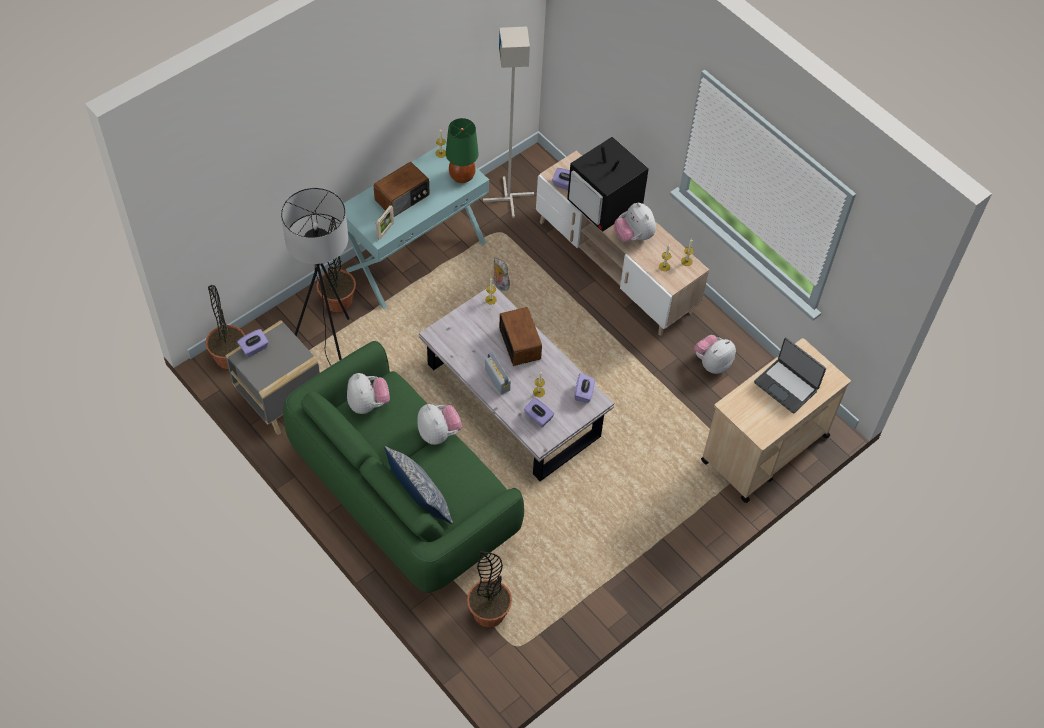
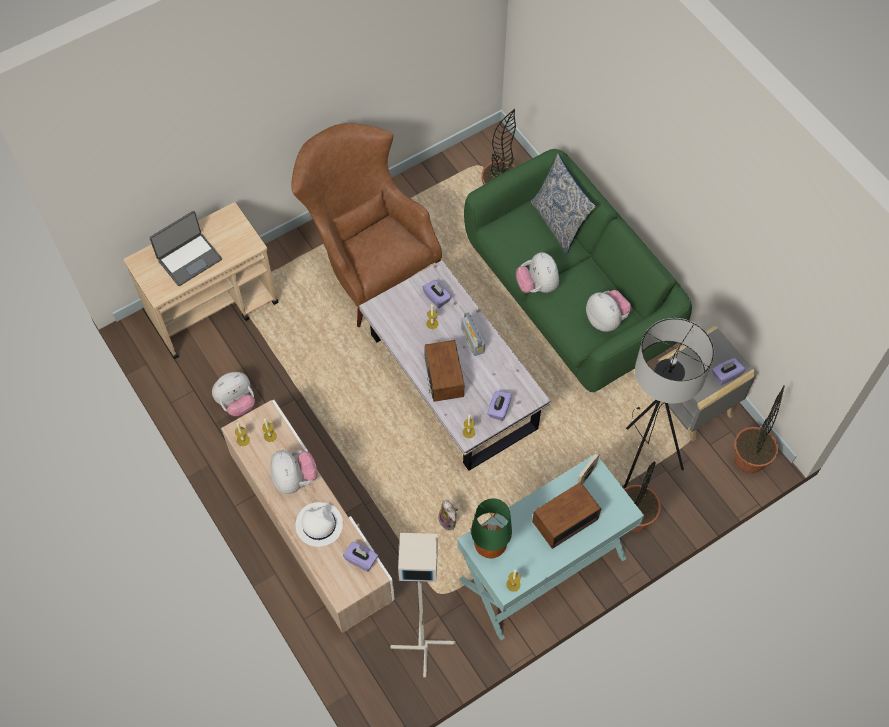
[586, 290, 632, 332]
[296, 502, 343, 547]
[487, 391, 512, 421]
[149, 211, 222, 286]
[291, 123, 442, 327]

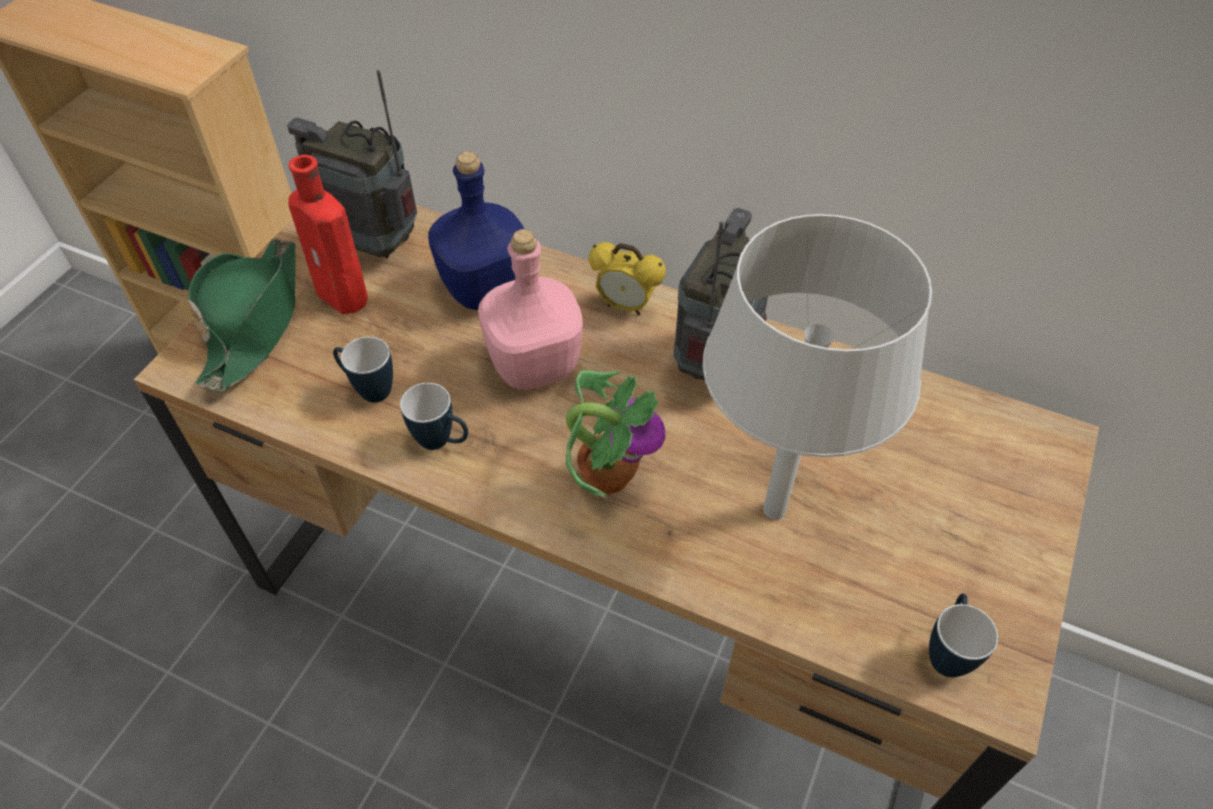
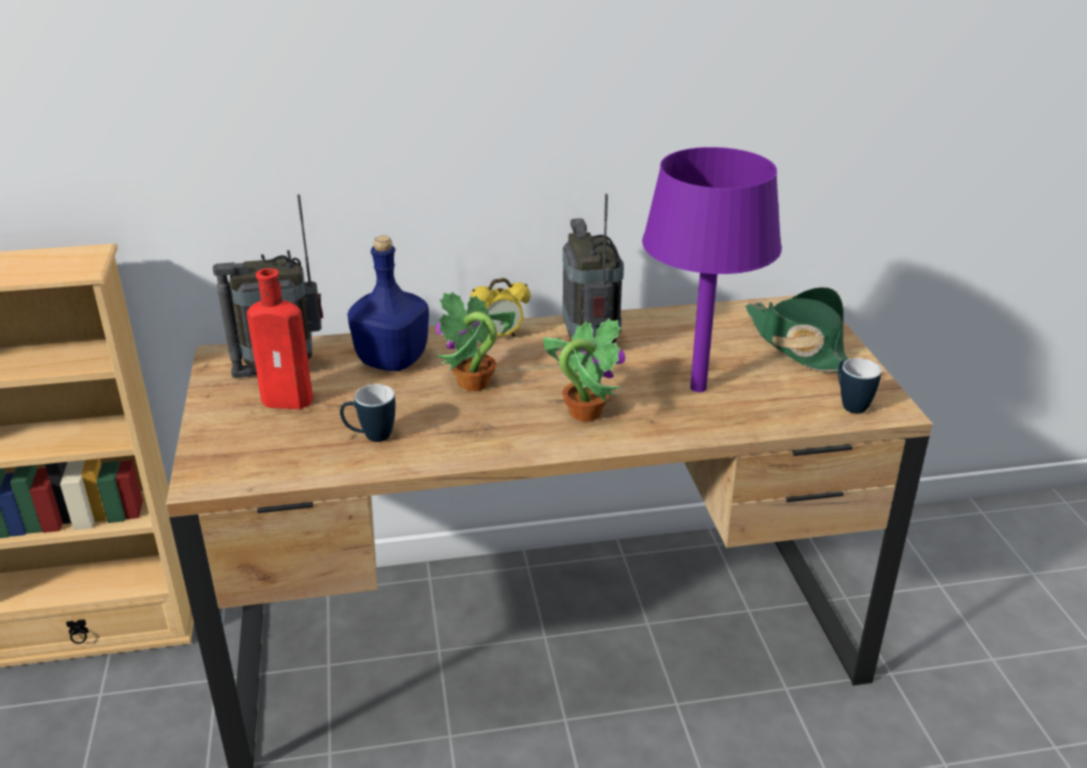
[746, 287, 849, 372]
[400, 383, 468, 450] (first image)
[435, 292, 515, 391]
[642, 147, 782, 392]

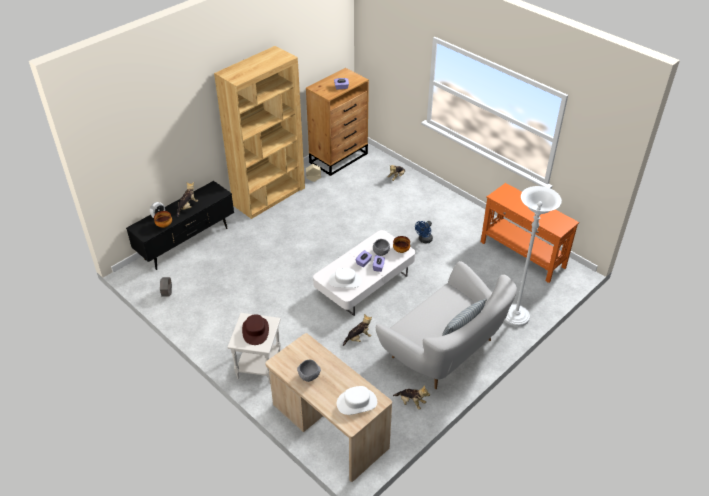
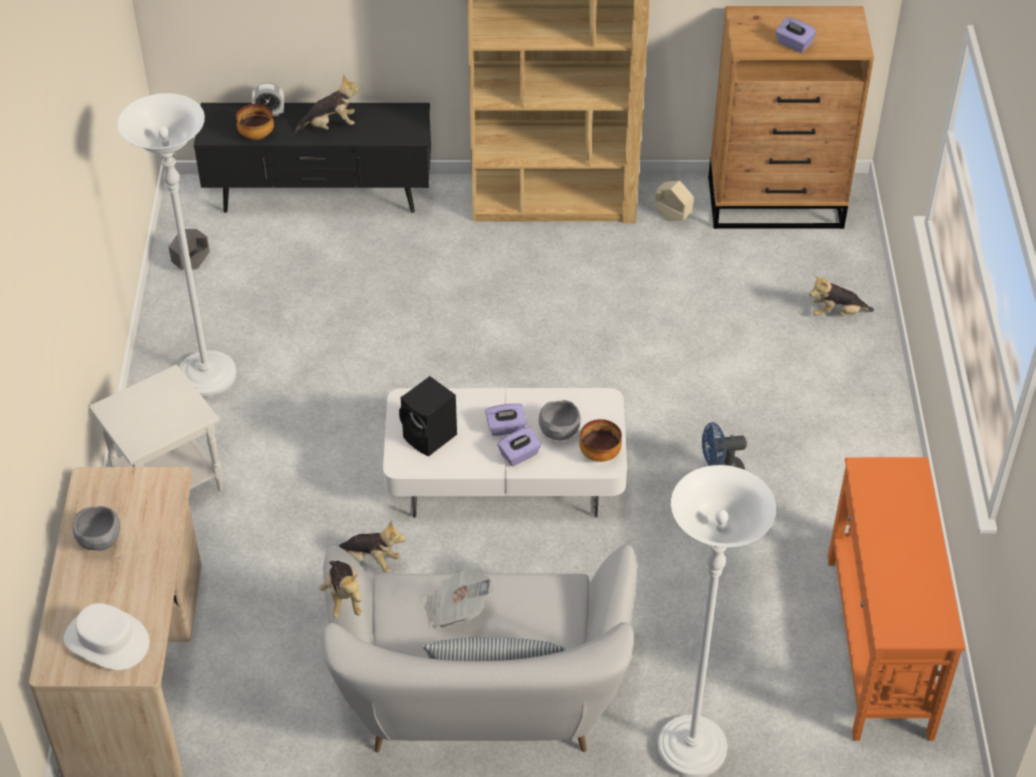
[242, 314, 269, 345] (first image)
[399, 376, 457, 456]
[320, 561, 362, 618]
[118, 93, 236, 397]
[422, 568, 493, 629]

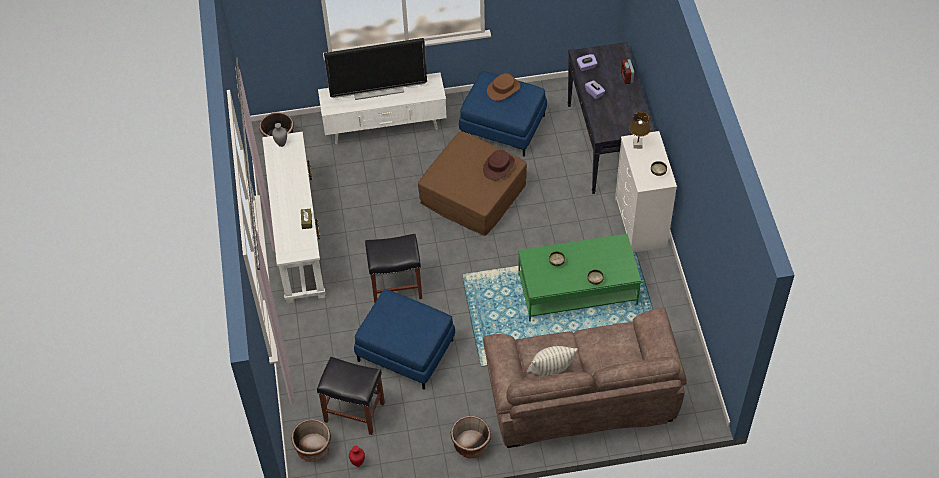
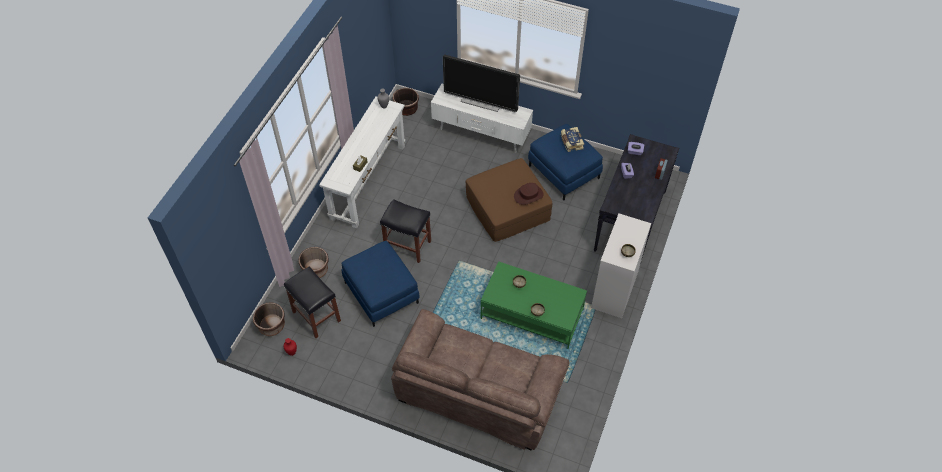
[299, 247, 329, 278]
[561, 127, 584, 152]
[527, 346, 578, 376] (first image)
[629, 112, 651, 149] (first image)

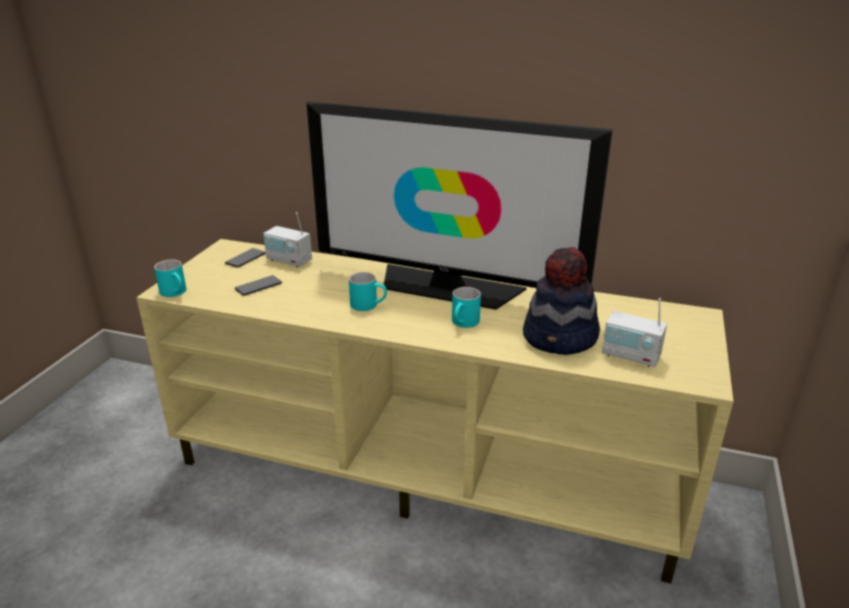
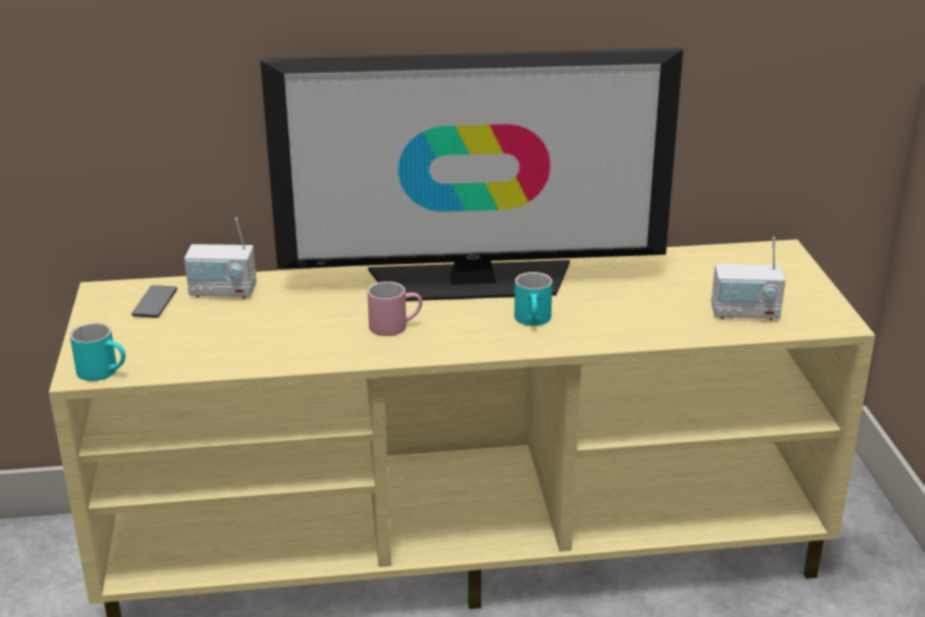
[235, 275, 282, 296] (first image)
[367, 281, 422, 336]
[523, 247, 600, 355] (first image)

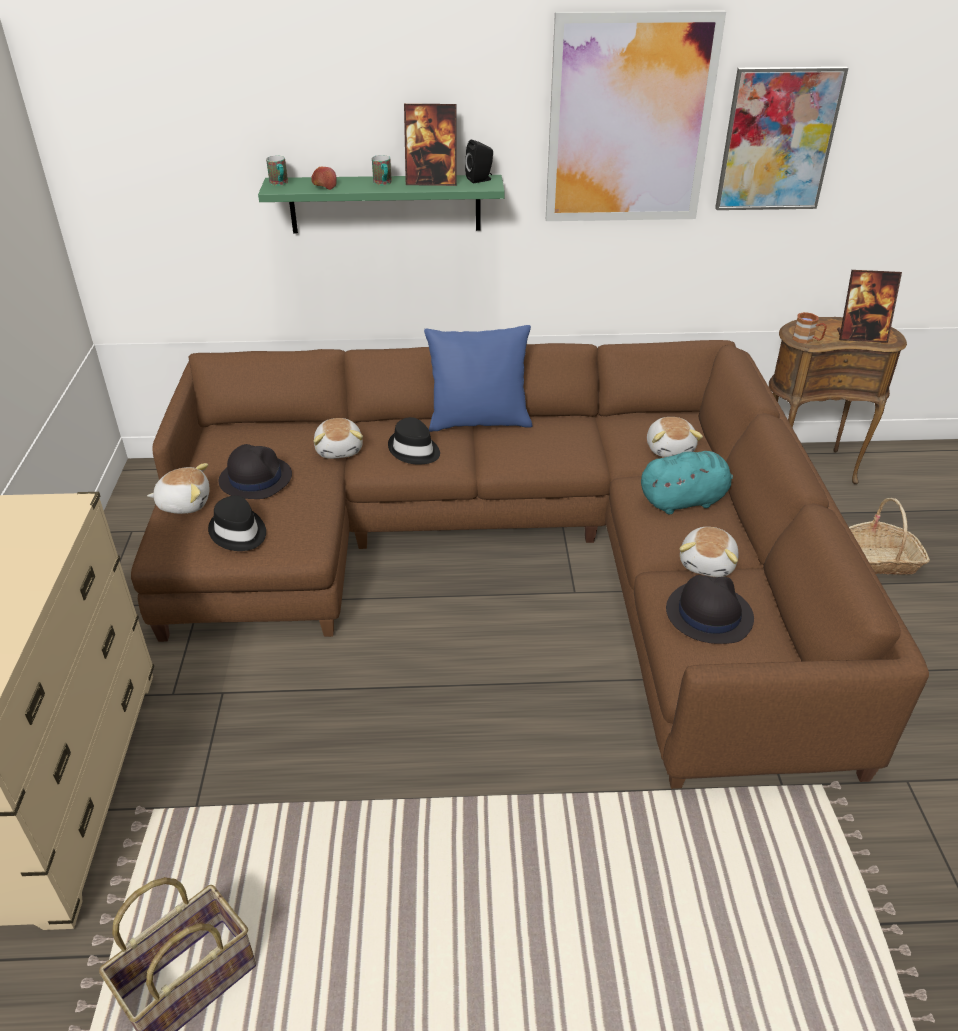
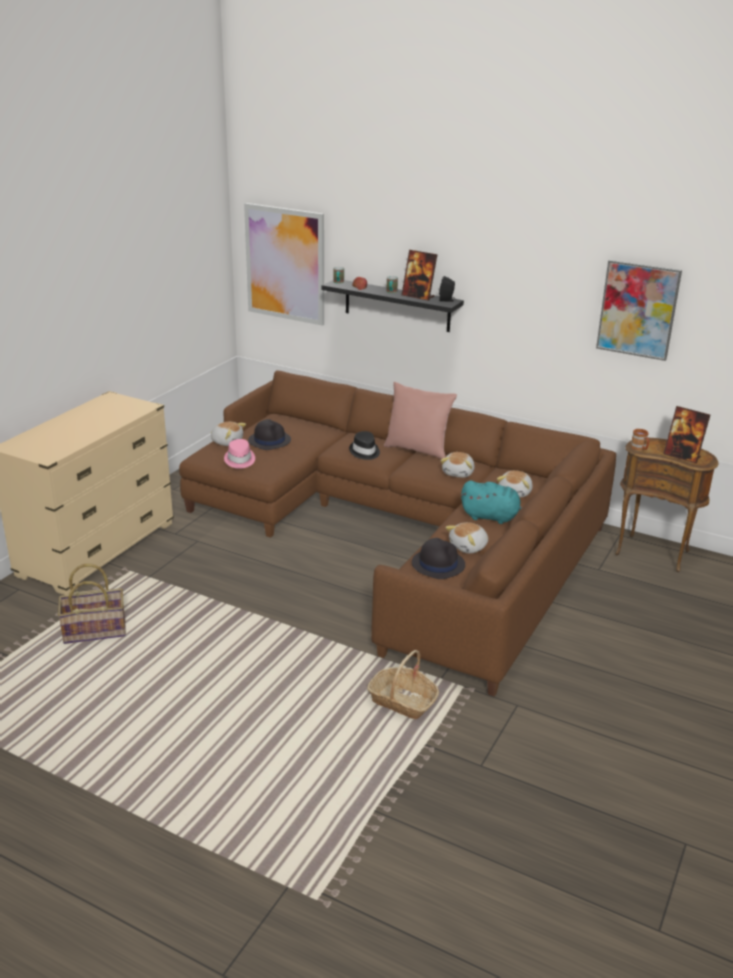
[224, 439, 255, 469]
[322, 280, 464, 332]
[440, 452, 475, 478]
[384, 382, 457, 459]
[244, 203, 324, 326]
[367, 650, 439, 719]

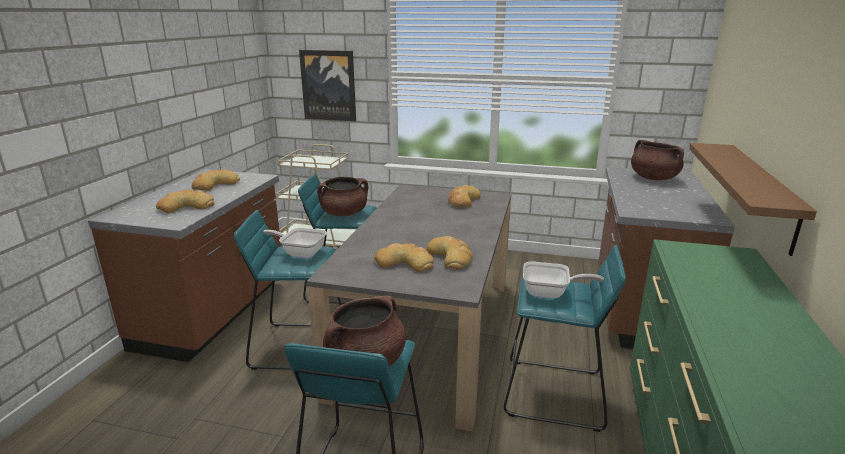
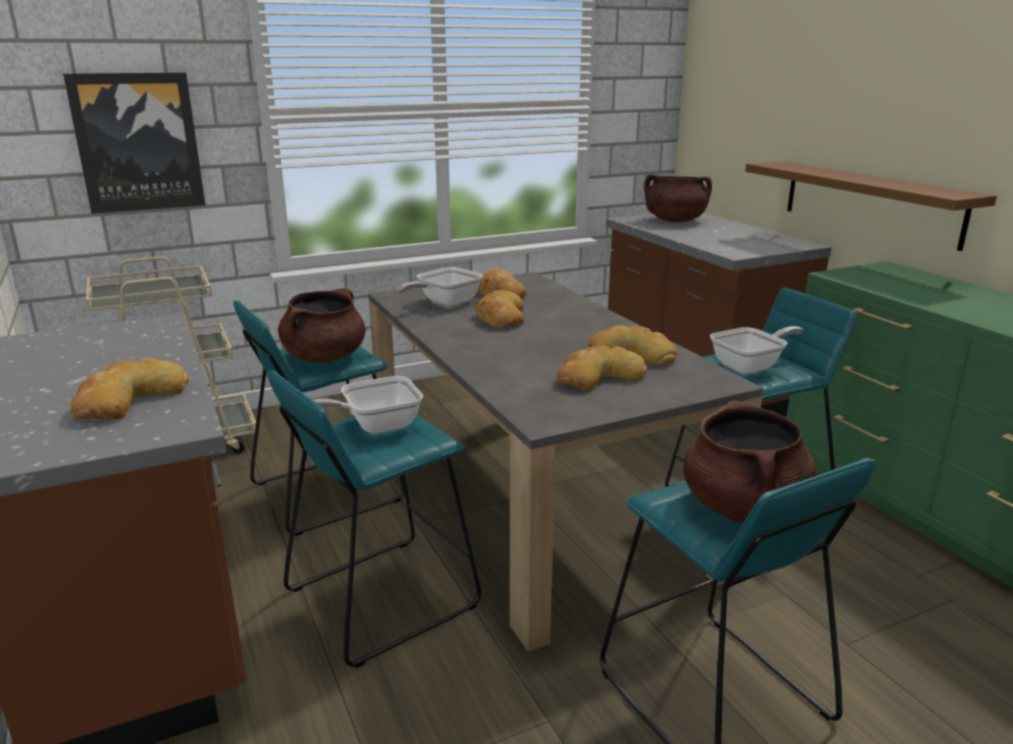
[476, 290, 524, 328]
[396, 267, 483, 306]

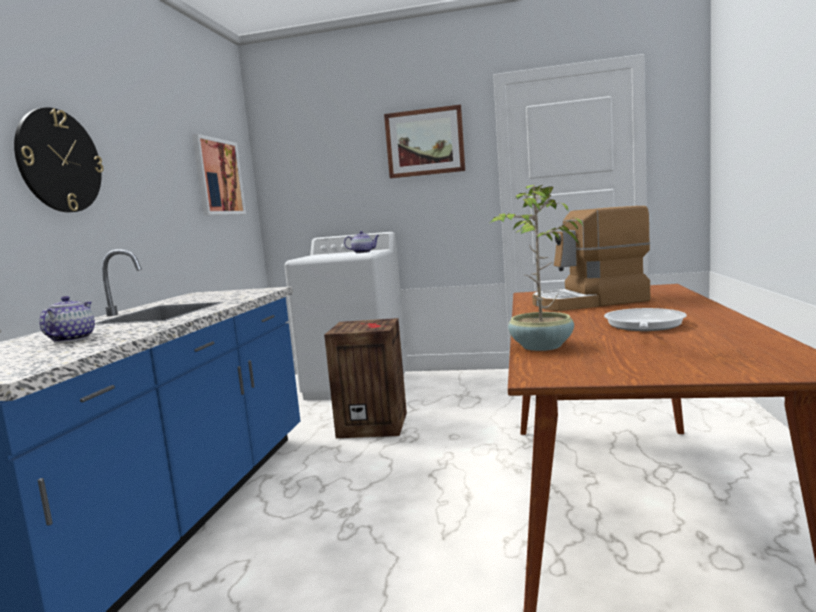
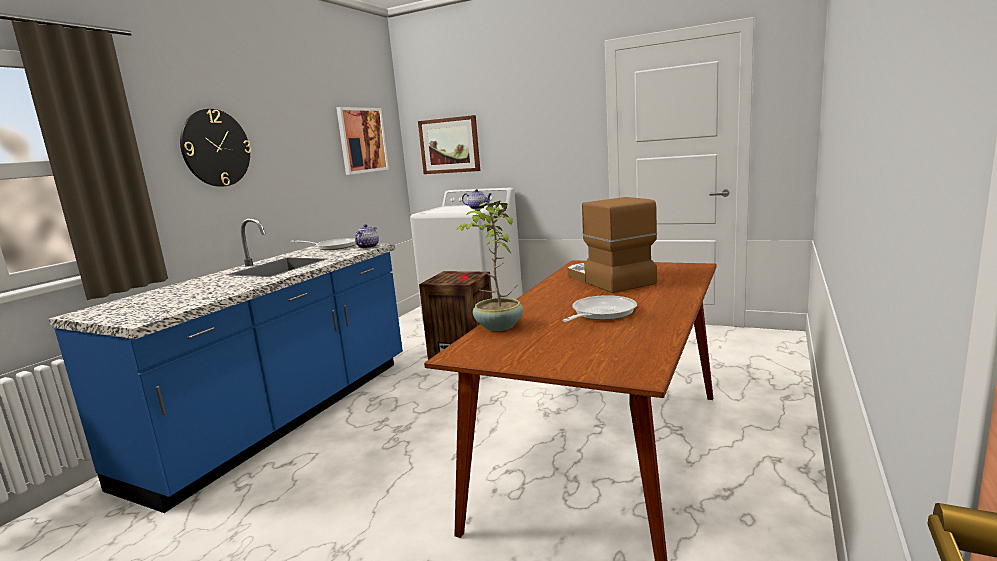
[355, 224, 379, 249]
[418, 115, 480, 174]
[567, 197, 657, 293]
[291, 238, 355, 250]

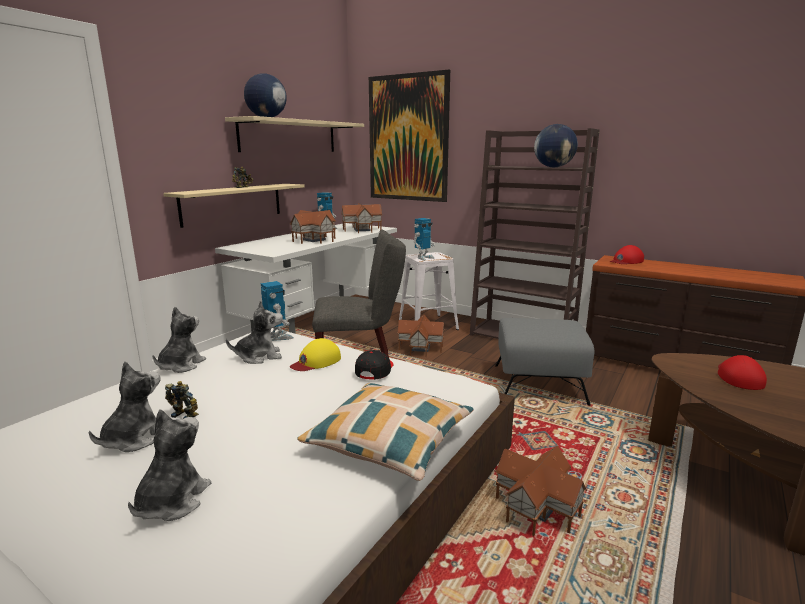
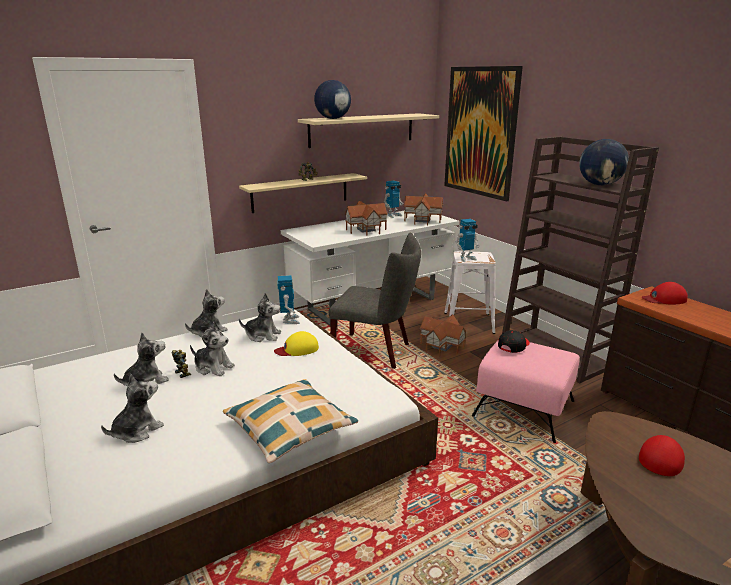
[498, 330, 530, 353]
[472, 341, 580, 443]
[495, 446, 587, 536] (first image)
[190, 322, 235, 376]

